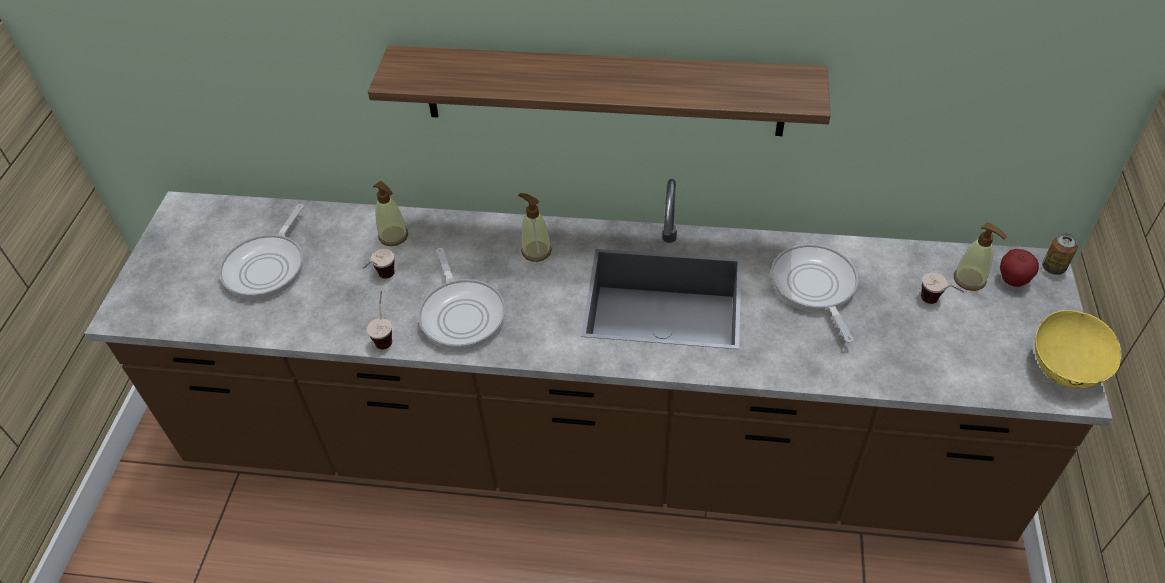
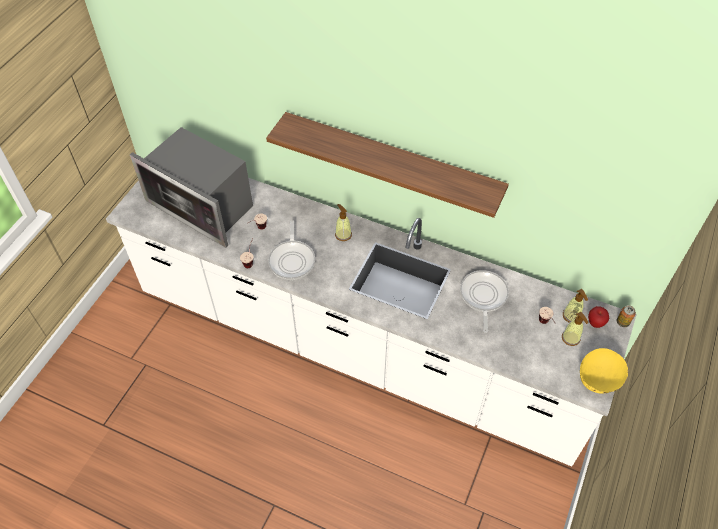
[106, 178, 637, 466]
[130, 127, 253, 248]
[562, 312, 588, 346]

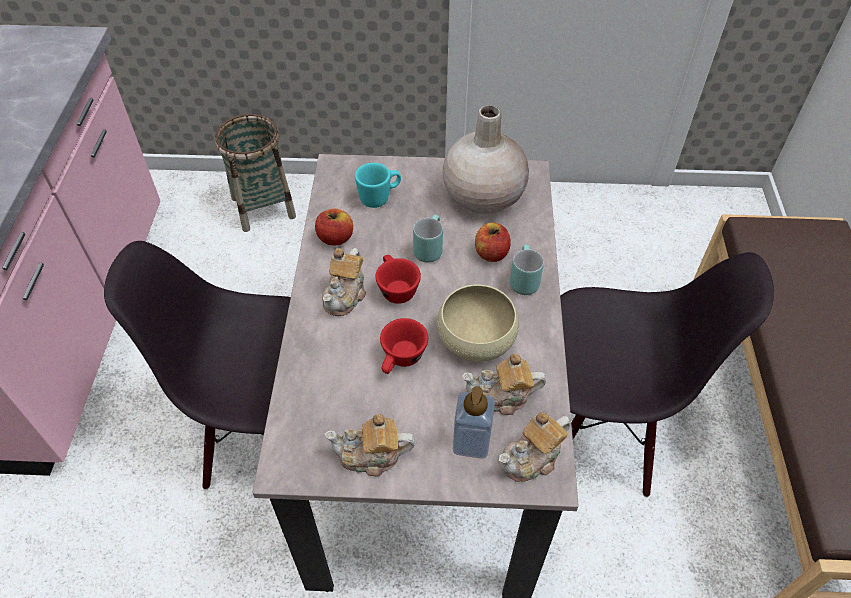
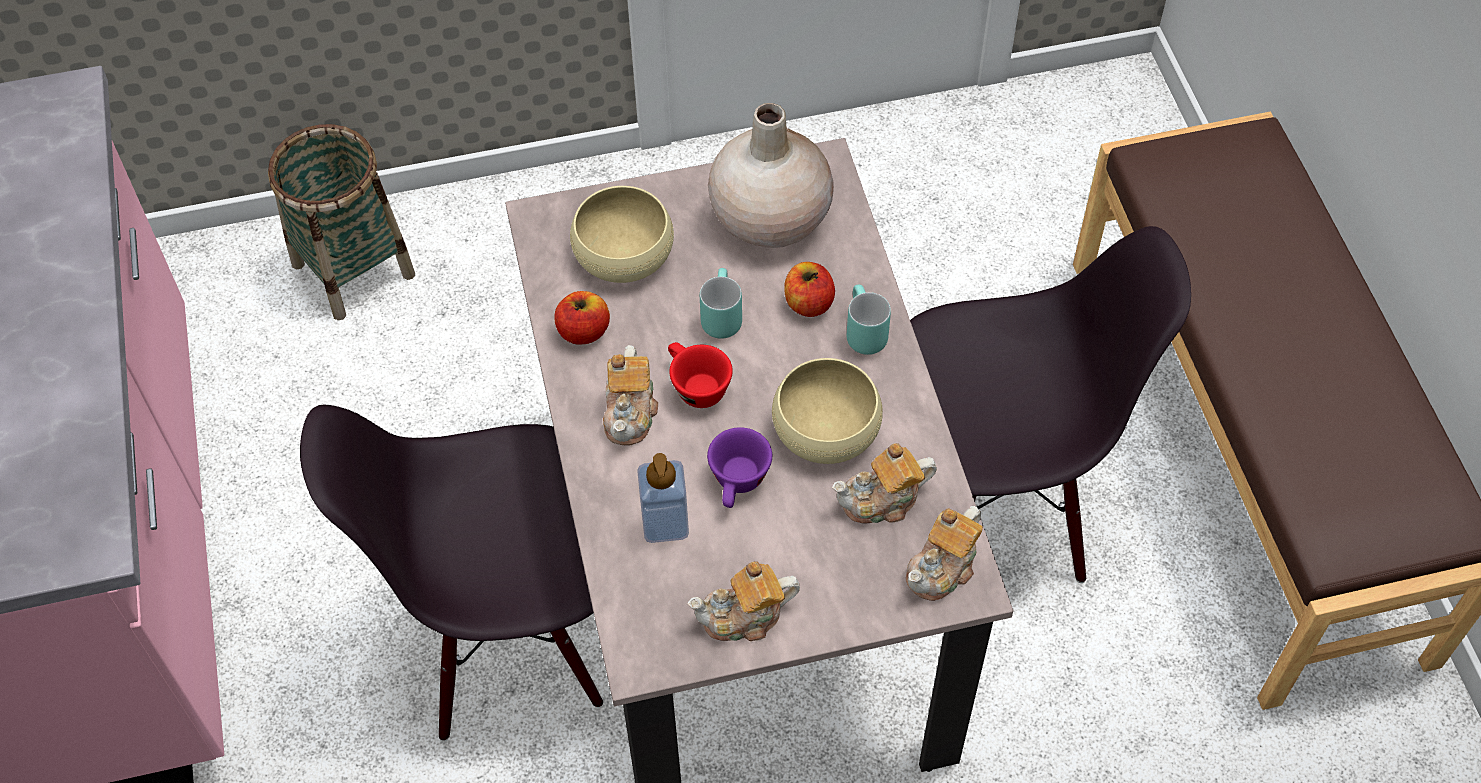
[570, 186, 674, 283]
[707, 427, 772, 508]
[637, 453, 689, 543]

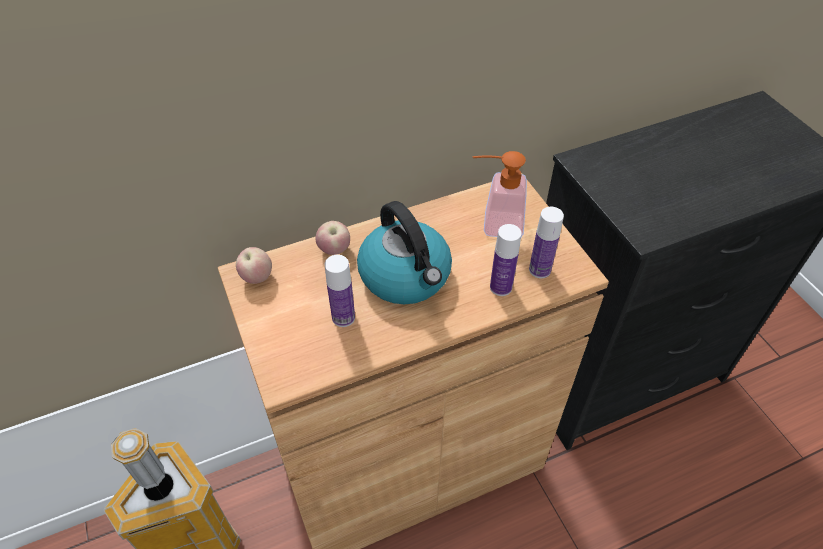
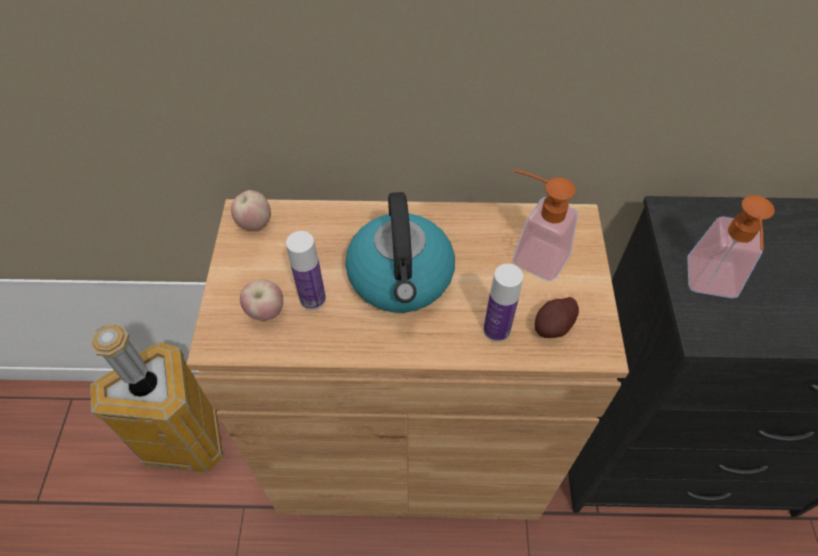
[240, 279, 283, 321]
[535, 297, 579, 338]
[687, 195, 775, 298]

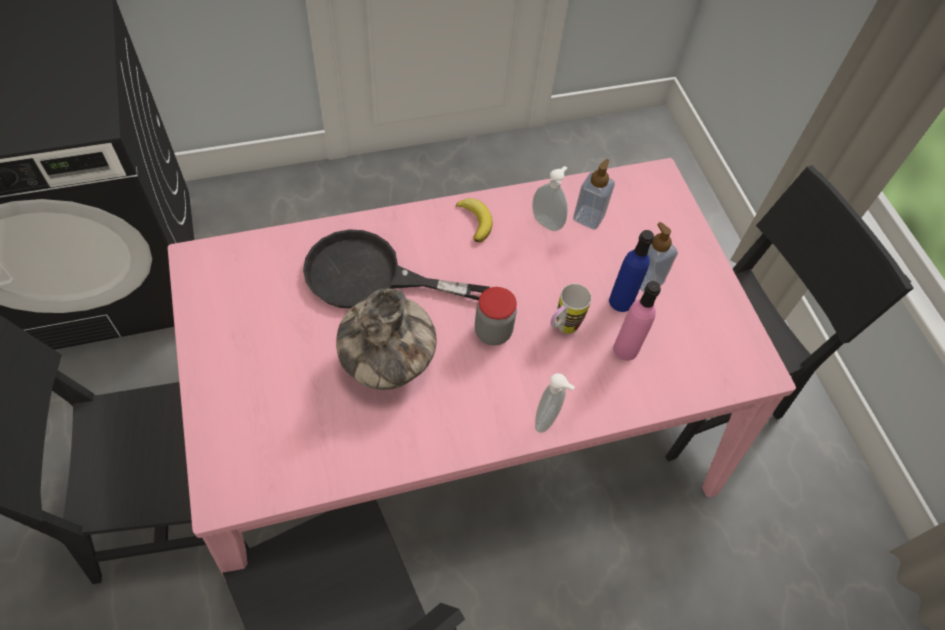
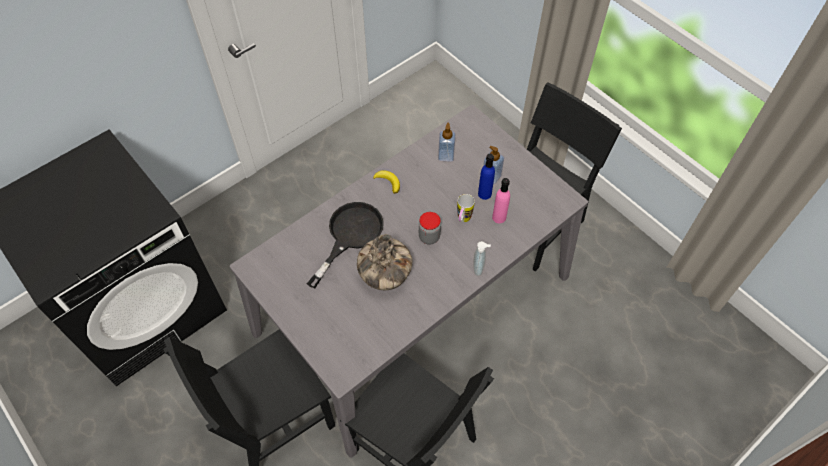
[230, 105, 588, 458]
[307, 202, 384, 288]
[532, 166, 568, 231] (first image)

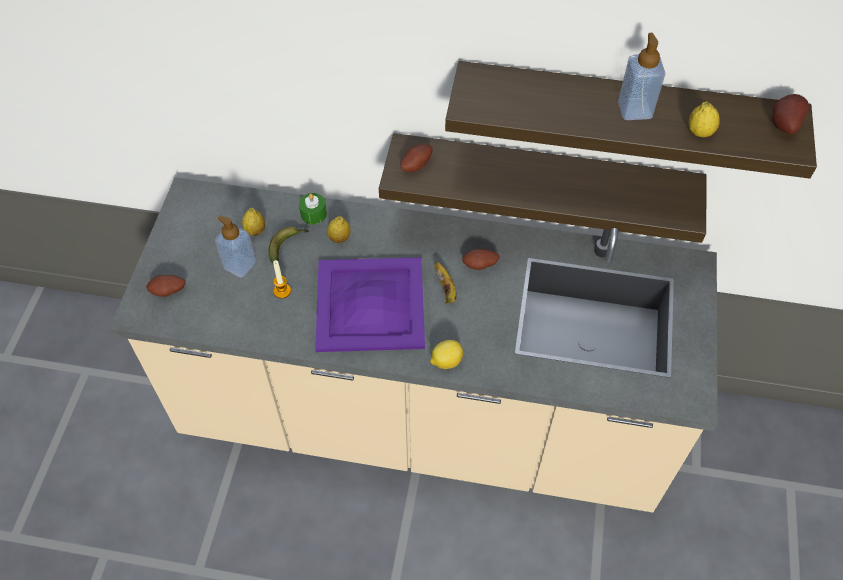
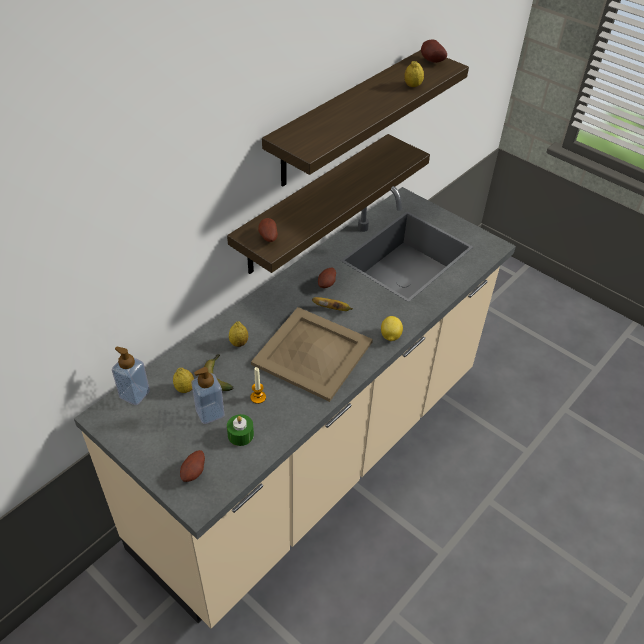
[227, 414, 254, 446]
[251, 307, 373, 402]
[112, 346, 150, 405]

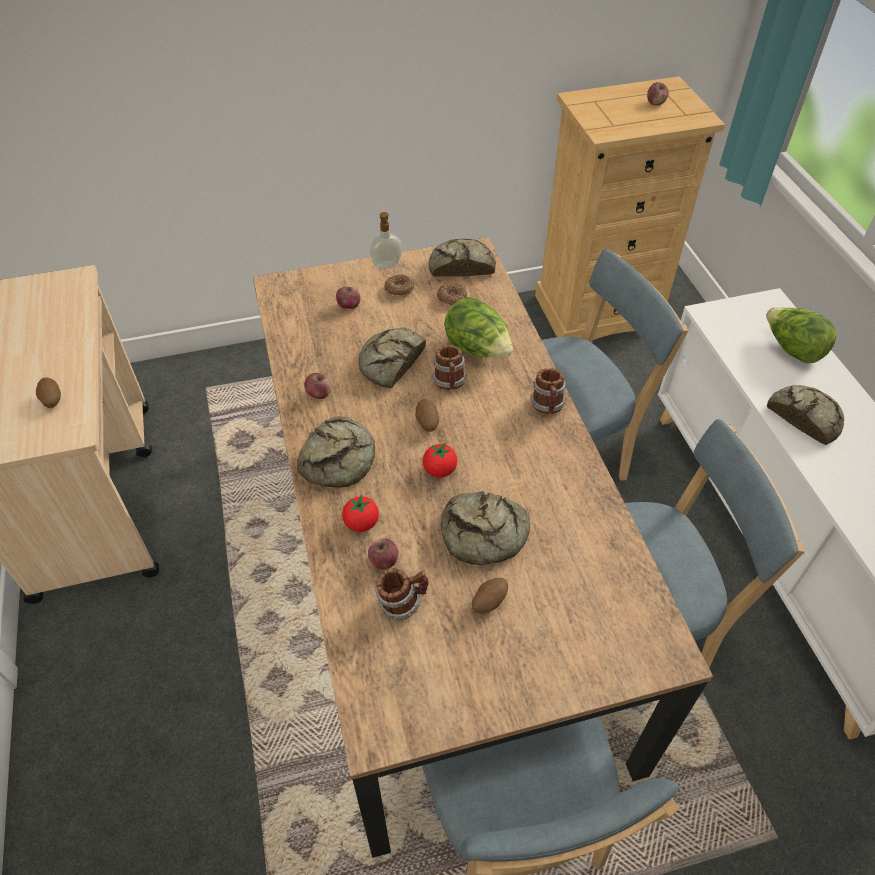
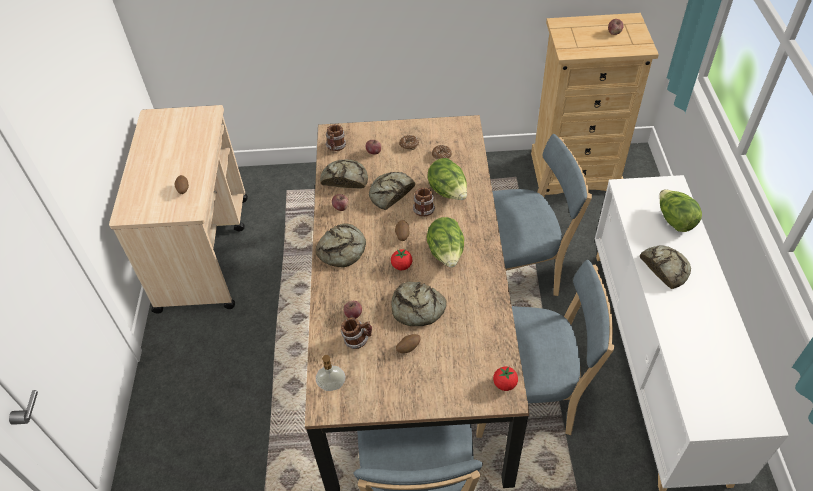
[493, 366, 518, 391]
[316, 355, 345, 391]
[320, 160, 368, 188]
[326, 125, 346, 151]
[426, 217, 464, 267]

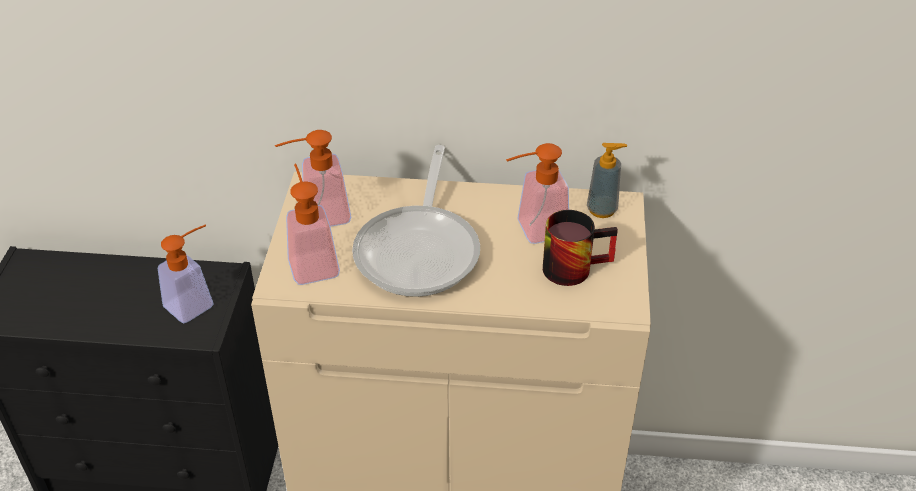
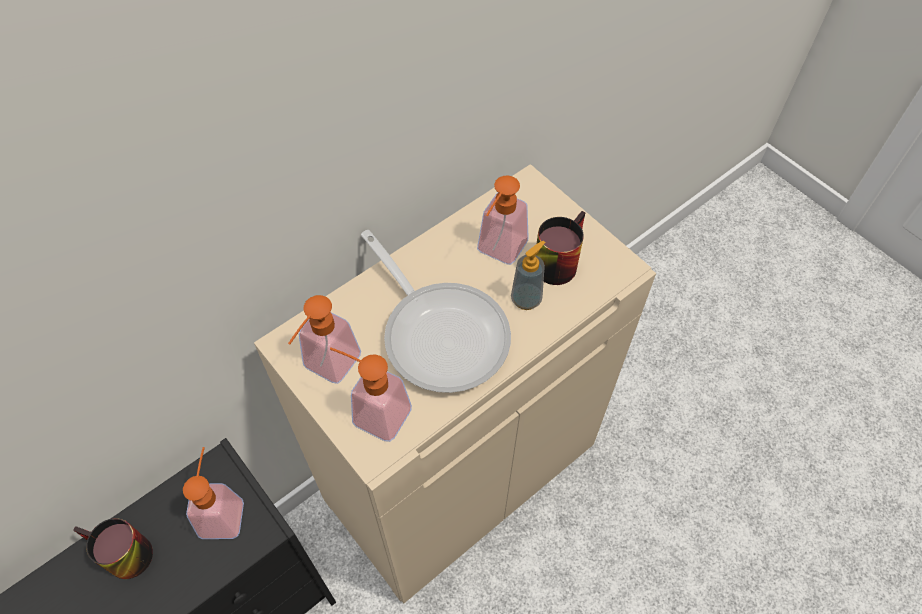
[511, 241, 545, 310]
[73, 518, 153, 579]

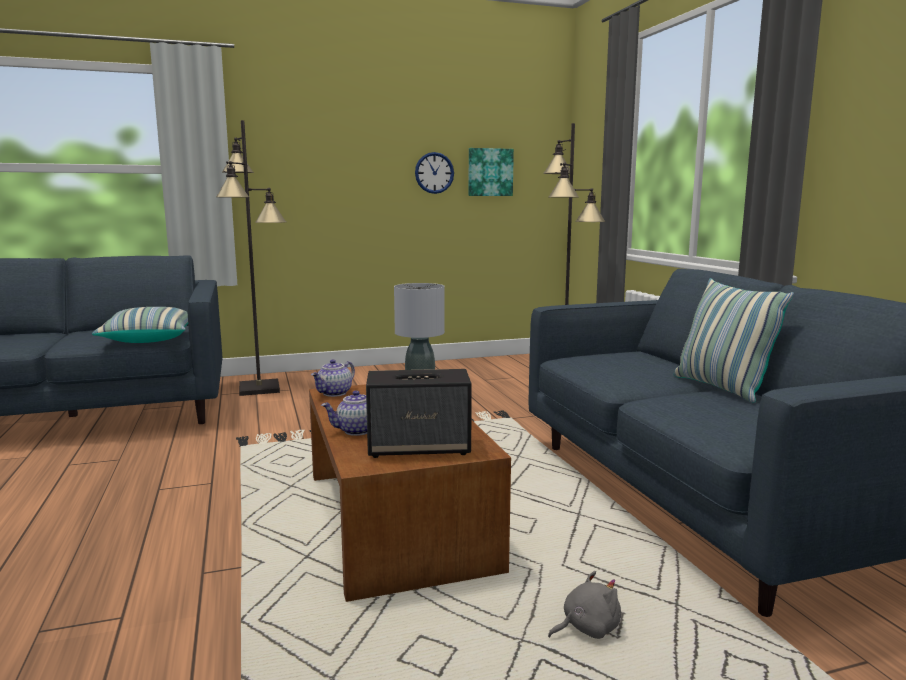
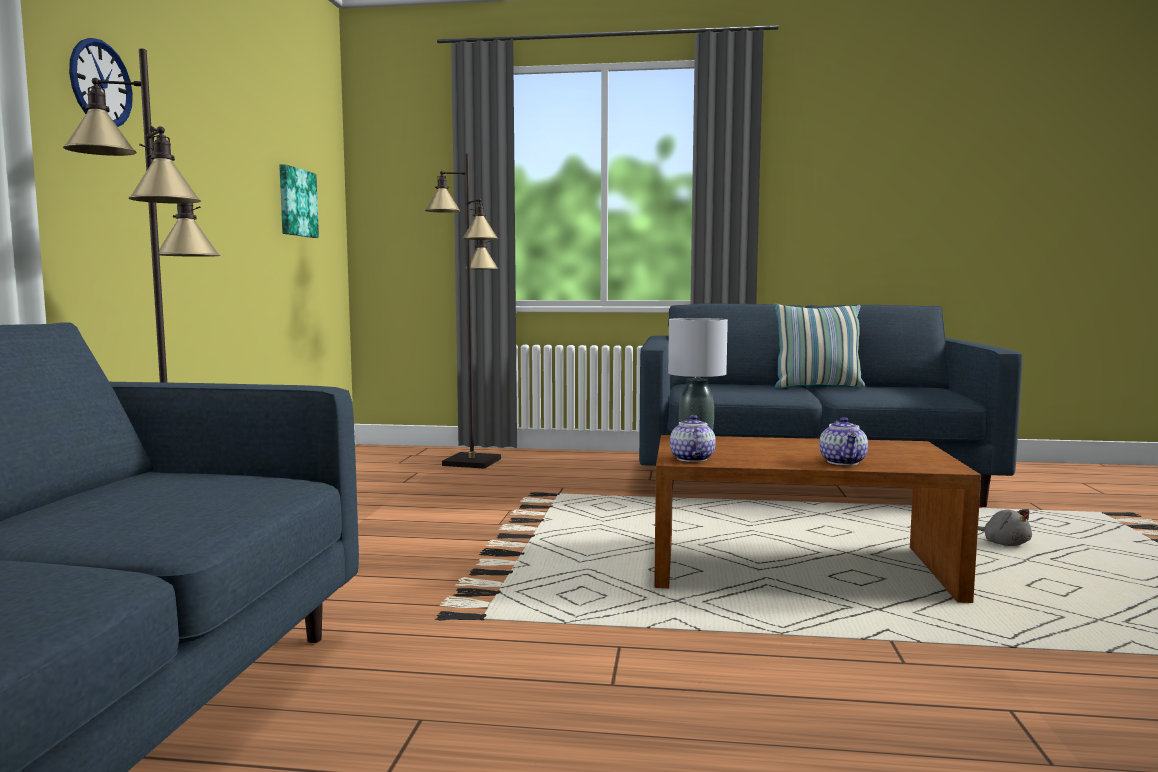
[92, 307, 188, 343] (first image)
[670, 415, 716, 462]
[366, 369, 472, 458] (first image)
[69, 38, 133, 127]
[978, 509, 1032, 546]

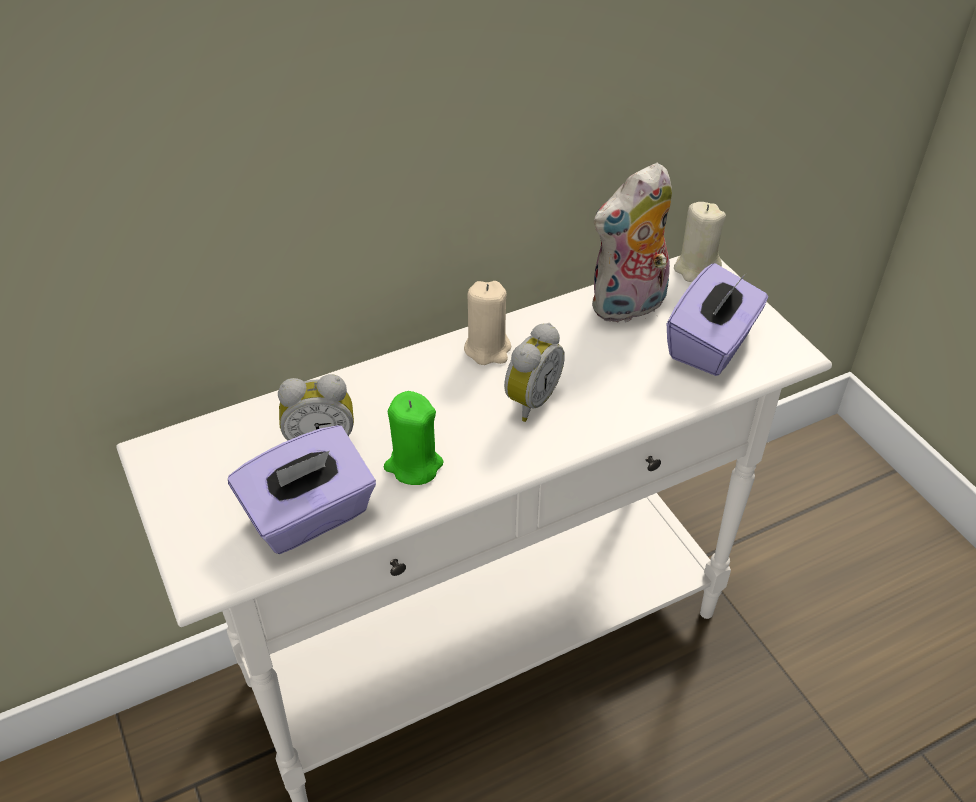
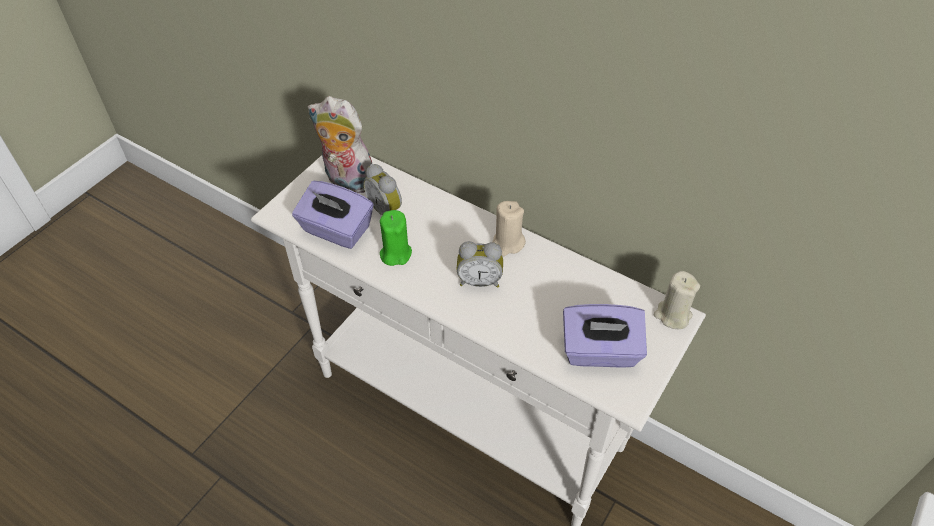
[308, 96, 372, 193]

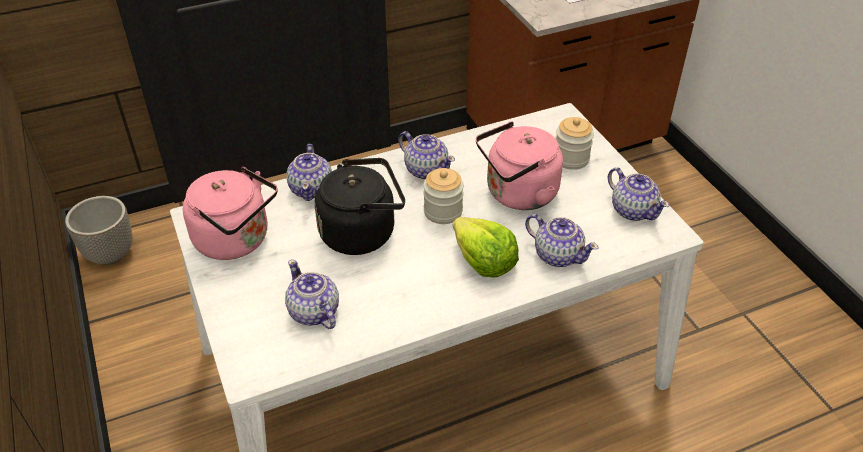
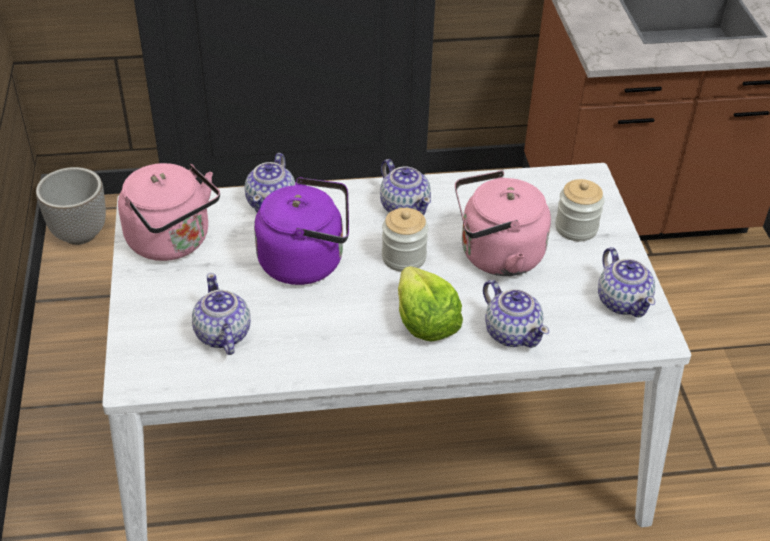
[254, 177, 349, 285]

